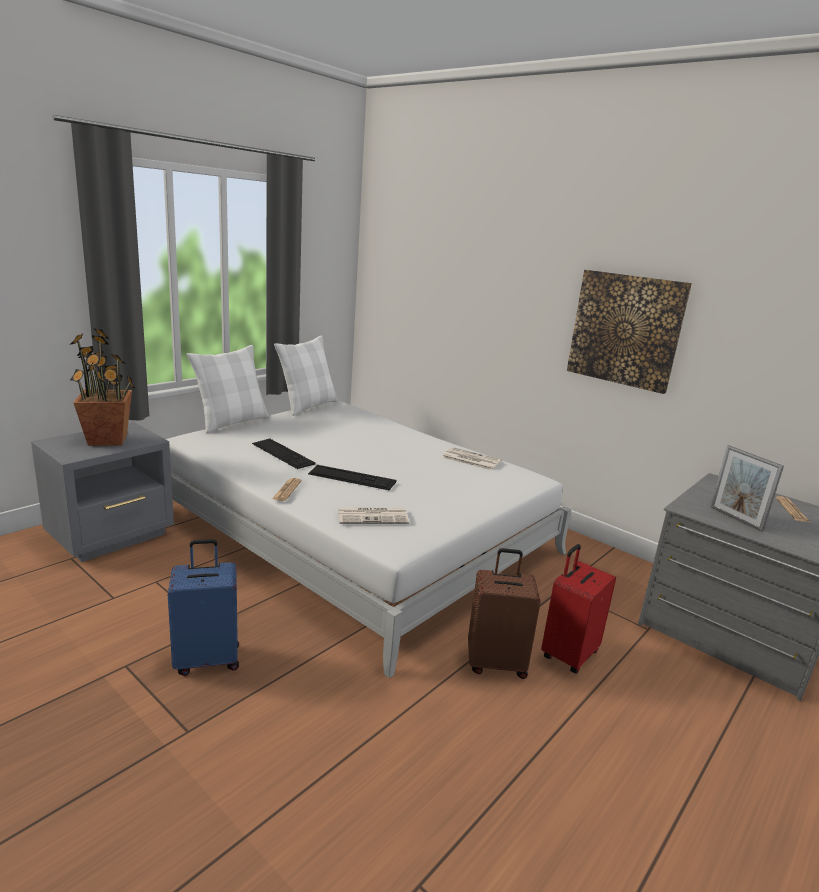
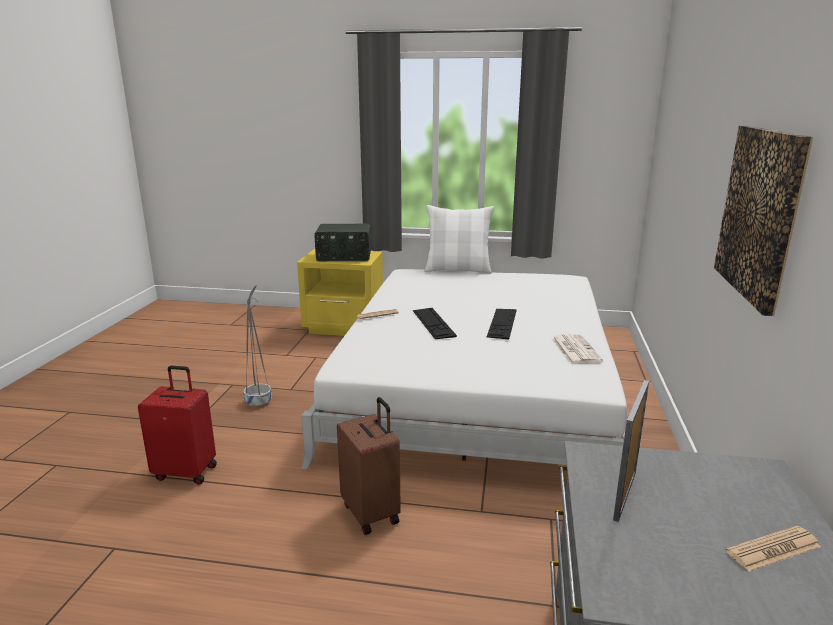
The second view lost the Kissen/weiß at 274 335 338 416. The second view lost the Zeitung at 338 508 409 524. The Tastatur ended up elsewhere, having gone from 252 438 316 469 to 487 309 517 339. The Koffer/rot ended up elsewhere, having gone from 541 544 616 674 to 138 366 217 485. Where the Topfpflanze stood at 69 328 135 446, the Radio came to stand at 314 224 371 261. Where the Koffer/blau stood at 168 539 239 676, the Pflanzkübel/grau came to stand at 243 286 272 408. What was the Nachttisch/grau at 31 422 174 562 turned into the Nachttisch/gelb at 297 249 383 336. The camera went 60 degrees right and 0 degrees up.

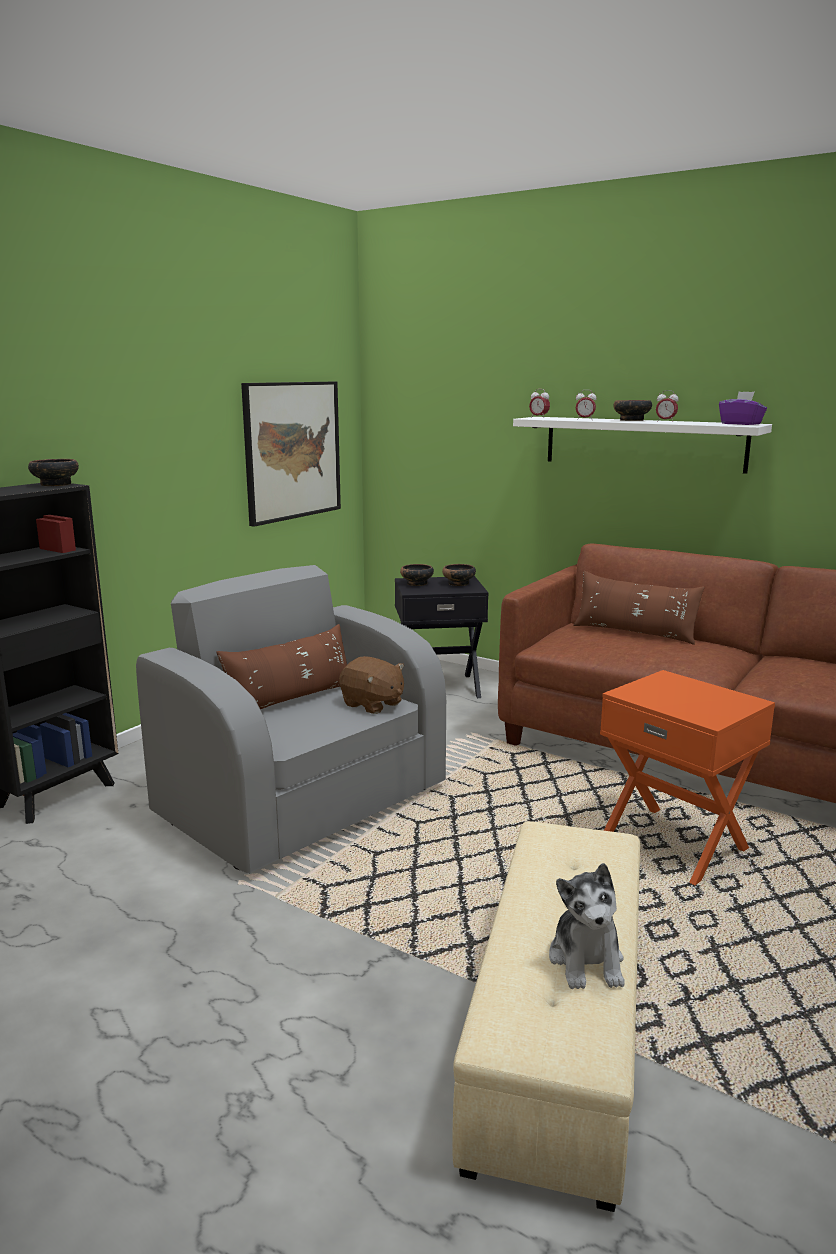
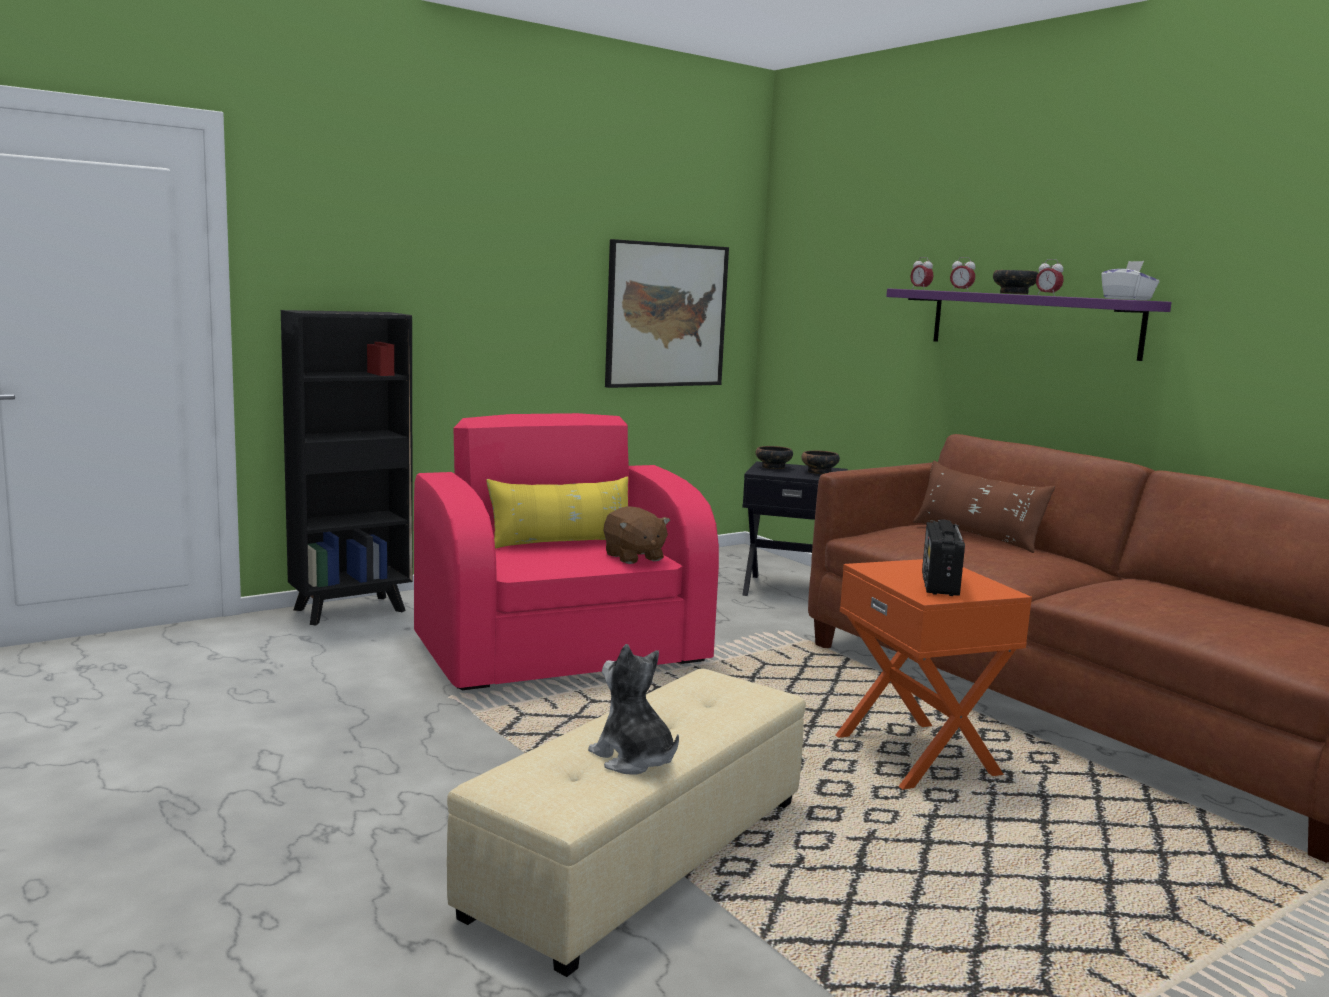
The second view lost the Schüssel at 28 459 79 486. The second view gained the Radio at 922 520 965 596. What was the Sessel/grau at 136 565 446 873 turned into the Sessel/rosa at 414 413 719 690. What was the Kissen/braun at 217 624 347 709 turned into the Kissen/gelb at 486 476 628 549. What was the Wandregal/weiß at 513 417 772 474 turned into the Wandregal/lila at 886 289 1172 361. What was the Taschentuchbox/lila at 719 392 767 425 turned into the Taschentuchbox/weiß at 1101 261 1159 300. The Plüschtier at 549 863 625 989 ended up facing another way, 120 degrees clockwise from before. The camera went 20 degrees right and 5 degrees down.

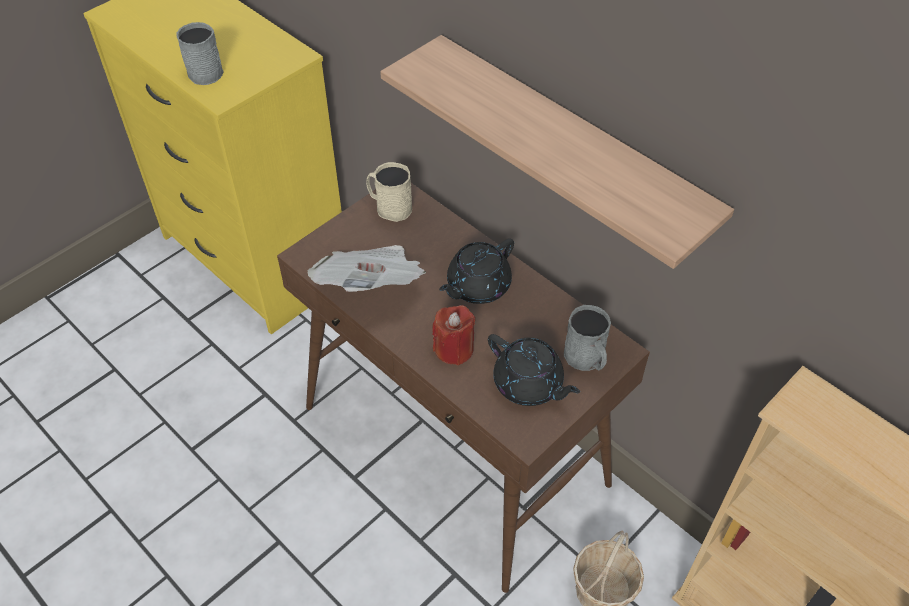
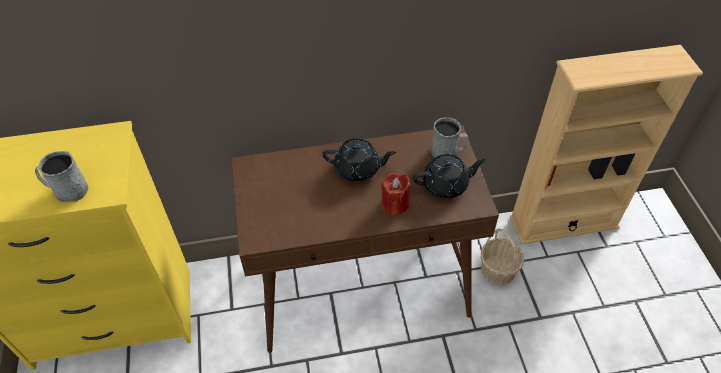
The second view lost the Zeitung at 307 245 426 292. The second view lost the Henkelbecher/beige at 366 162 412 222. The second view lost the Wandregal at 380 35 734 269. The Teekanne/schwarz at 439 238 514 304 ended up facing another way, 75 degrees counterclockwise from before. The camera went 55 degrees left and 0 degrees up.

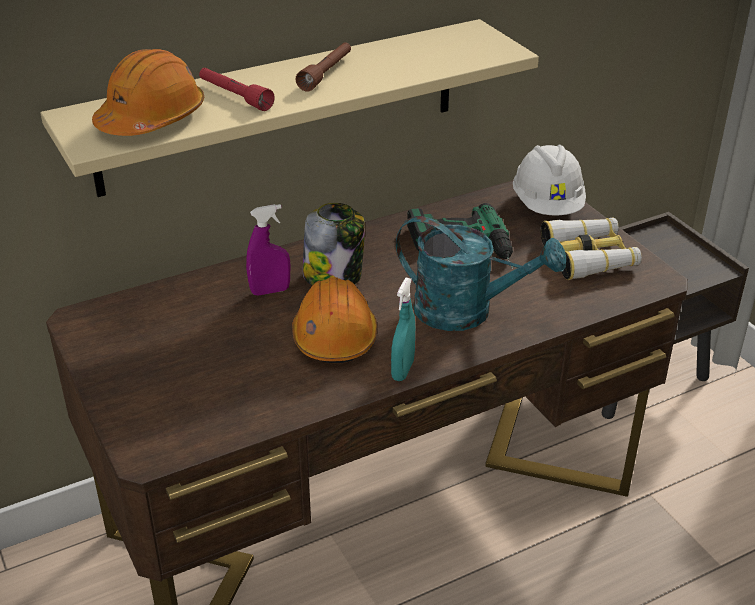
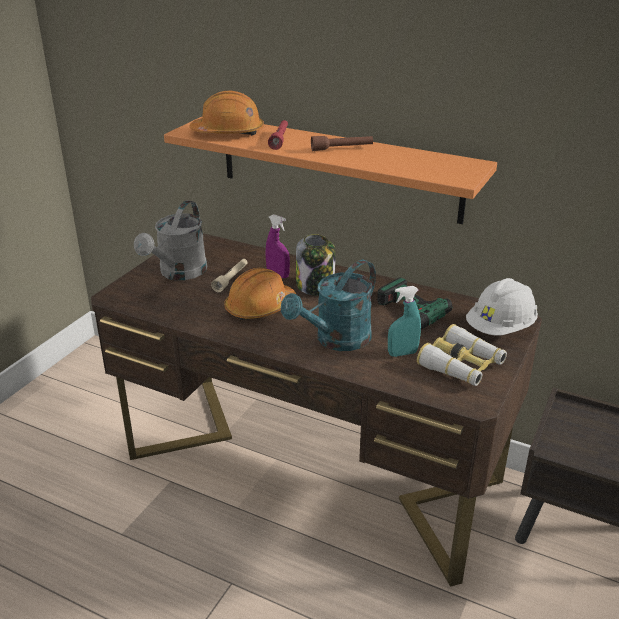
The second view gained the Gießkanne/grau at 134 200 207 280. The second view gained the Taschenlampe/beige at 211 259 248 292. The Sprühflasche/türkis ended up elsewhere, having gone from 391 278 415 381 to 388 286 421 357. What was the Wandregal/beige at 40 19 539 197 turned into the Wandregal/orange at 164 117 497 224. The Gießkanne/türkis at 396 216 566 331 ended up facing another way, 60 degrees clockwise from before. The camera went 55 degrees right and 5 degrees down.

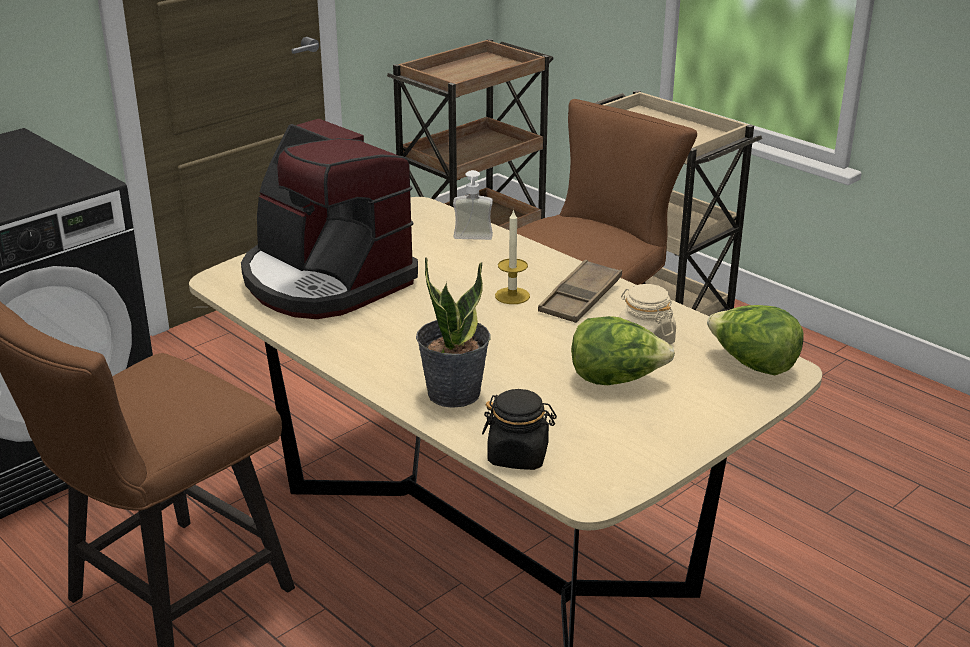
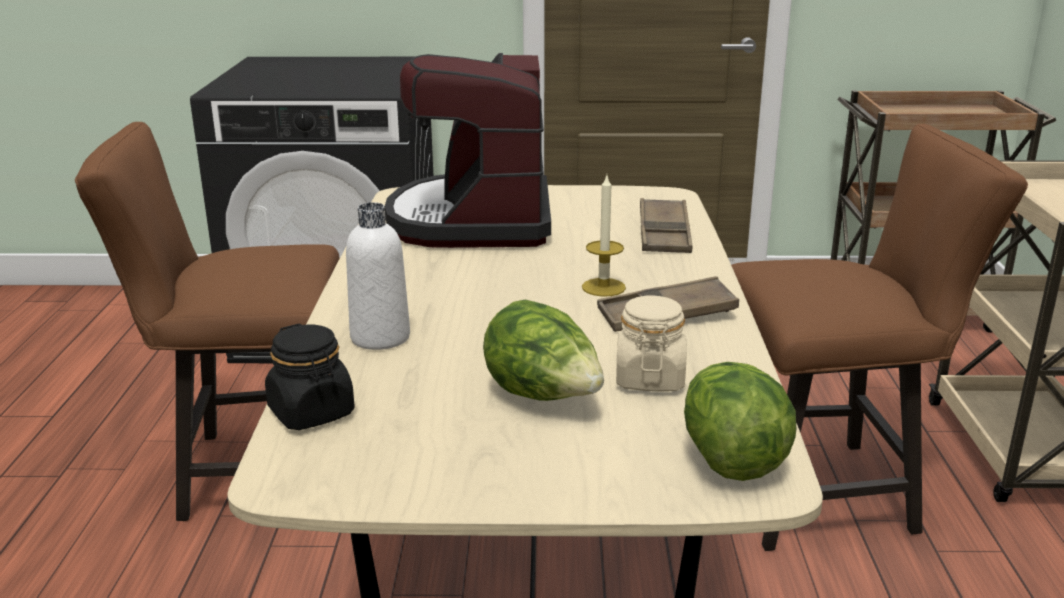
Where the Topfpflanze stood at 416 257 491 408, the Flasche/weiß came to stand at 346 202 410 350. Where the Seifenspender stood at 453 170 493 240, the Tablett/braun came to stand at 640 198 692 253. The camera went 45 degrees right and 5 degrees down.

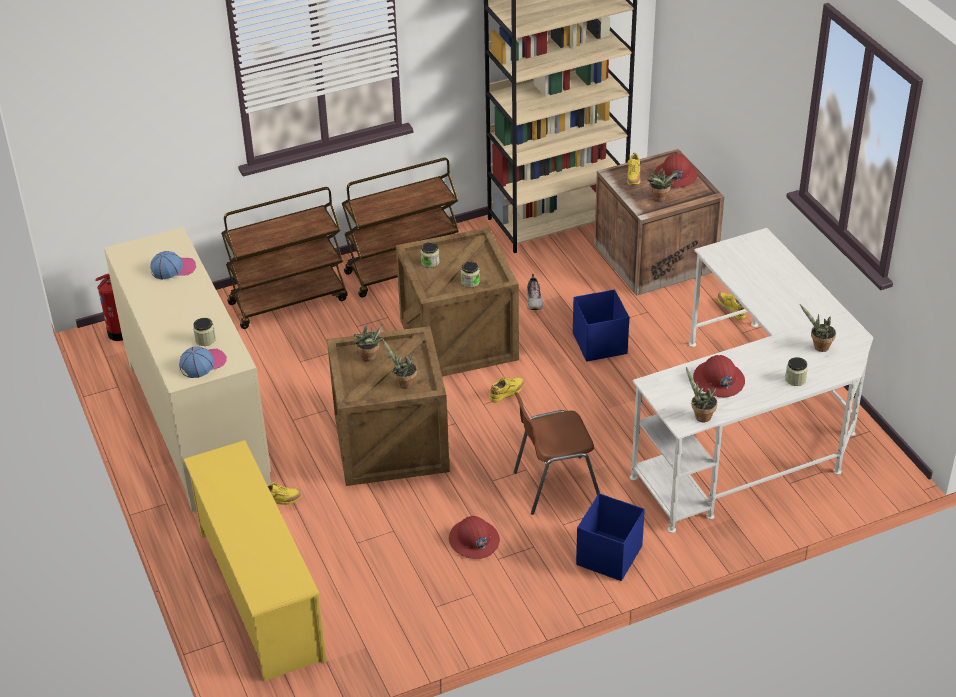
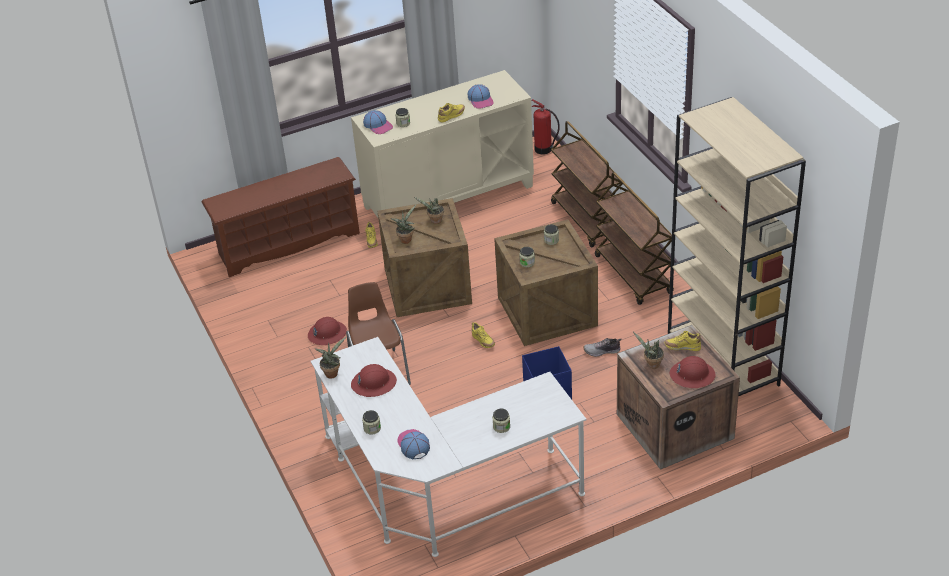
The second view lost the Aufbewahrungsbox/blau at 576 493 645 581. The second view gained the Vorratsglas at 492 409 510 433. The Schuh/gelb ended up elsewhere, having gone from 717 292 746 320 to 438 103 465 123. Where the Topfpflanze stood at 800 304 836 352, the Kappe came to stand at 397 429 430 459. What was the Schuhregal/gelb at 183 440 327 681 turned into the Schuhregal/braun at 201 157 360 277. The camera went 90 degrees right and 0 degrees up.

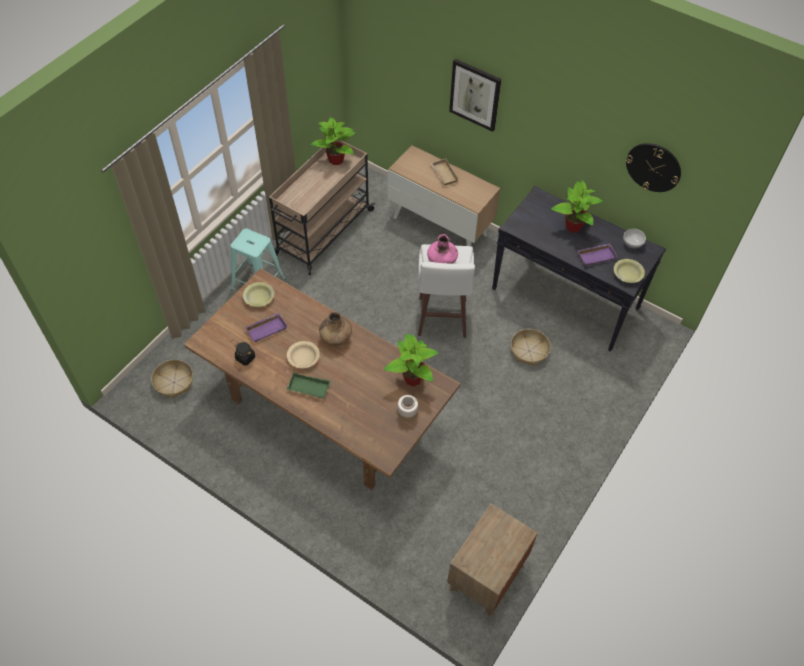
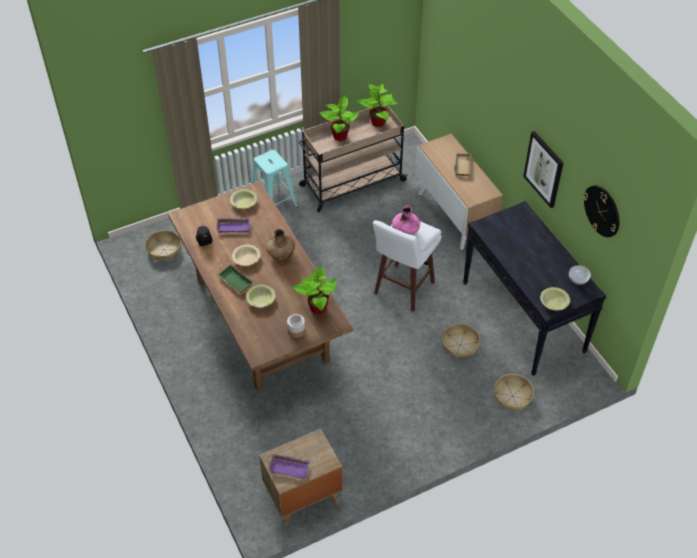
The second view gained the Schüssel/gelb at 246 285 275 307. The second view gained the Korb at 494 374 534 411. The Bild ended up elsewhere, having gone from 449 59 501 132 to 523 131 563 208. The Topfpflanze ended up elsewhere, having gone from 551 180 603 233 to 320 95 360 141. The Tablett/lila ended up elsewhere, having gone from 578 243 618 266 to 268 454 310 479. The camera went 30 degrees right and 5 degrees down.

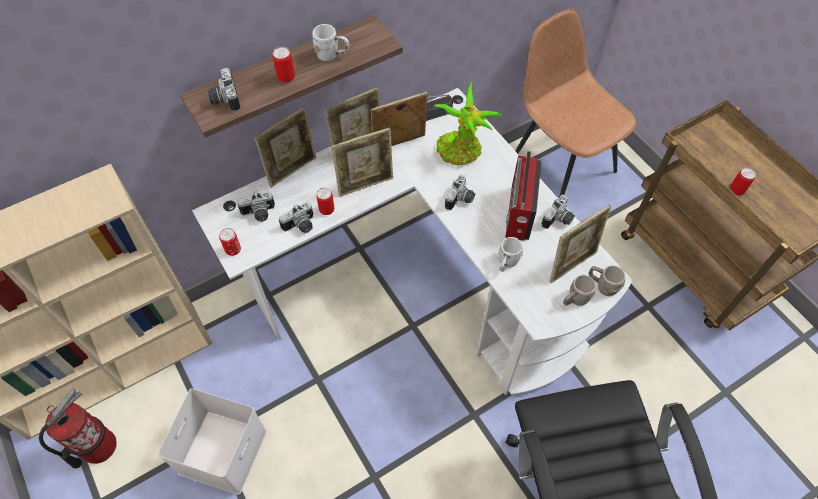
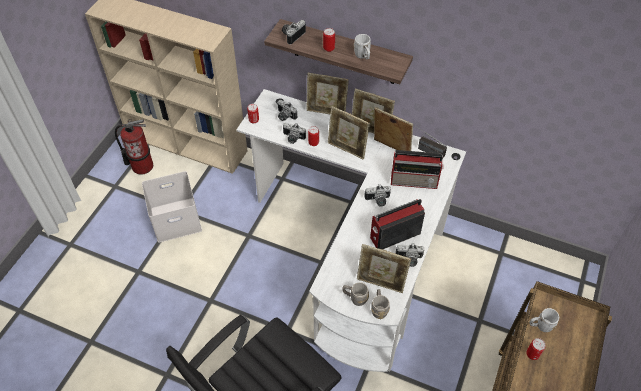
The second view lost the Stuhl/braun at 515 9 636 197. The Henkelbecher/weiß ended up elsewhere, having gone from 499 237 523 272 to 530 308 559 332. Where the Topfpflanze stood at 434 83 503 165, the Radio came to stand at 391 150 443 189. The camera went 55 degrees right and 5 degrees down.

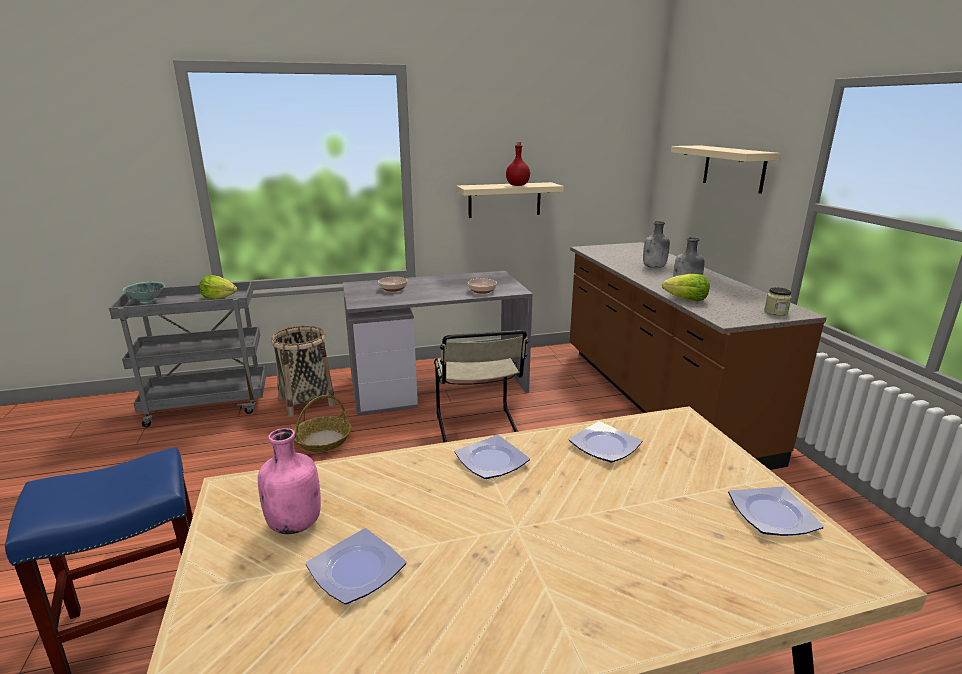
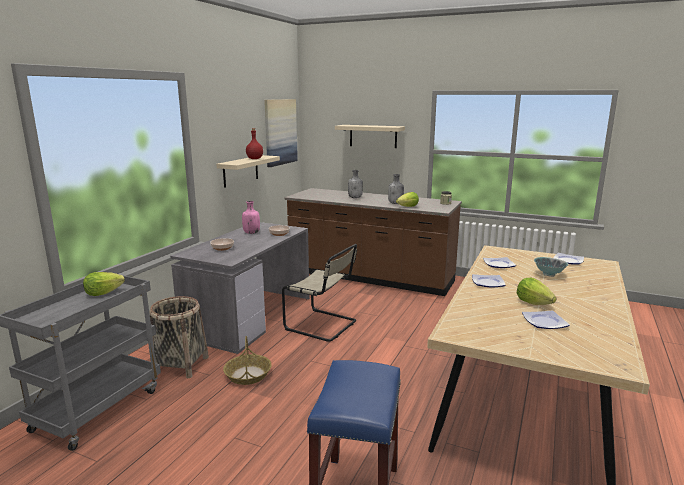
The second view gained the Bild at 264 99 298 167. The second view gained the Salatkopf at 517 278 557 305. The Schüssel ended up elsewhere, having gone from 123 282 165 304 to 534 257 569 277. The Flasche/rosa ended up elsewhere, having gone from 258 428 321 534 to 242 201 260 234. The camera went 50 degrees left and 5 degrees down.

